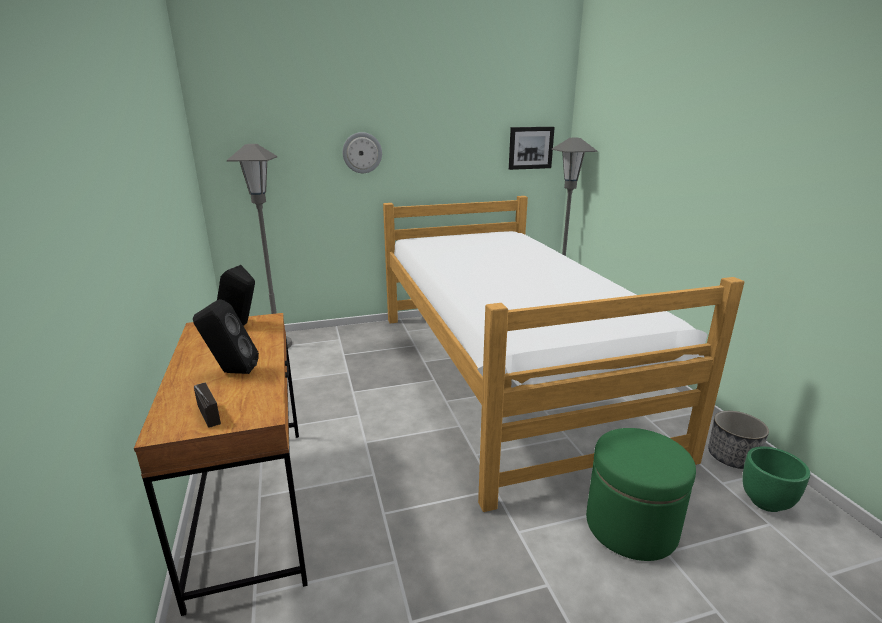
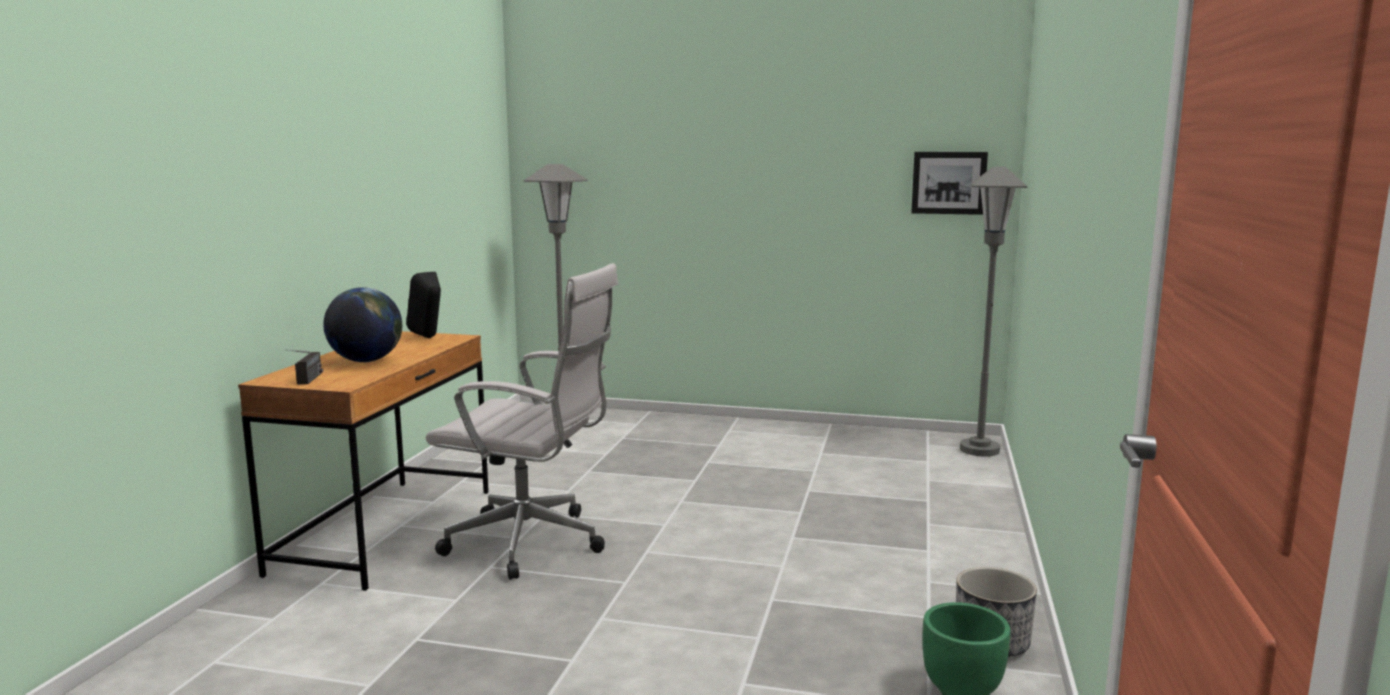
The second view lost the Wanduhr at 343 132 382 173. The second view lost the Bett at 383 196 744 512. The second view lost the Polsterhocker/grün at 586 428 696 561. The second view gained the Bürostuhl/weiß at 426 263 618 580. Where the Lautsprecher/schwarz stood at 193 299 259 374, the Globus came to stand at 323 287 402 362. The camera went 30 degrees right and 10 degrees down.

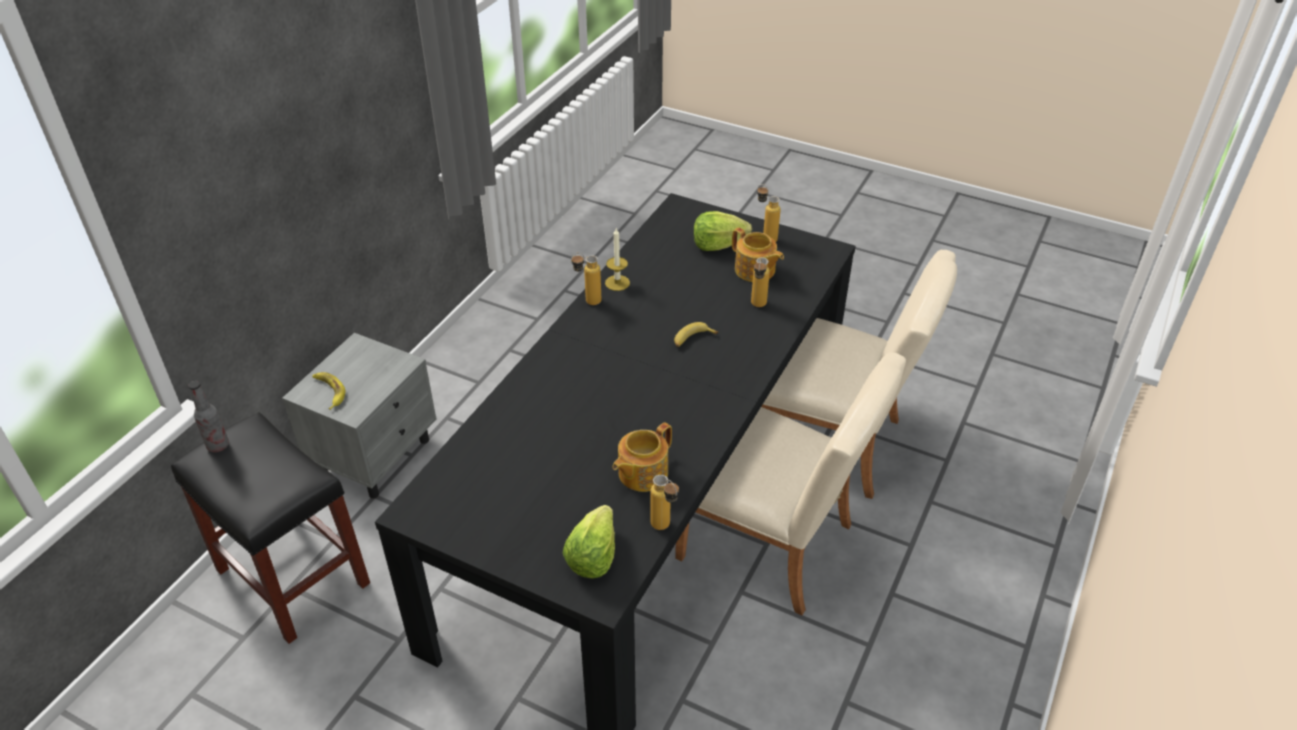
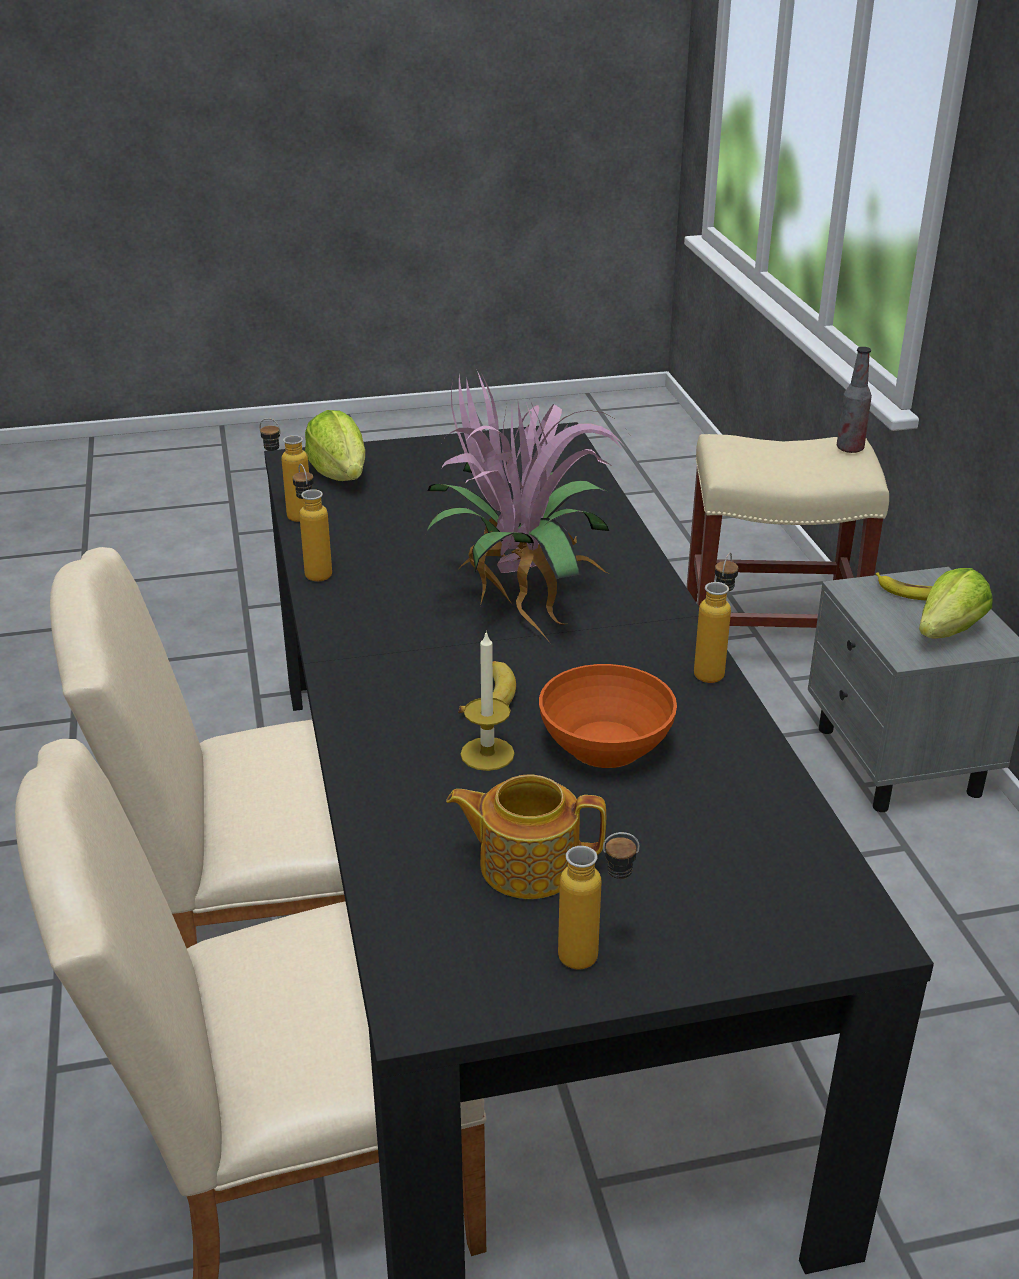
The second view lost the Teekanne at 612 422 672 492. The second view gained the Topfpflanze at 427 371 628 644. The second view gained the Schüssel/orange at 539 664 677 768. The Kerze ended up elsewhere, having gone from 605 228 630 291 to 460 630 515 771. The Salatkopf ended up elsewhere, having gone from 694 211 752 251 to 919 568 992 638. The Flasche ended up elsewhere, having gone from 751 257 770 307 to 293 464 332 581. What was the Hocker/schwarz at 171 412 370 644 turned into the Hocker/beige at 686 434 889 628. The camera went 140 degrees right and 10 degrees down.

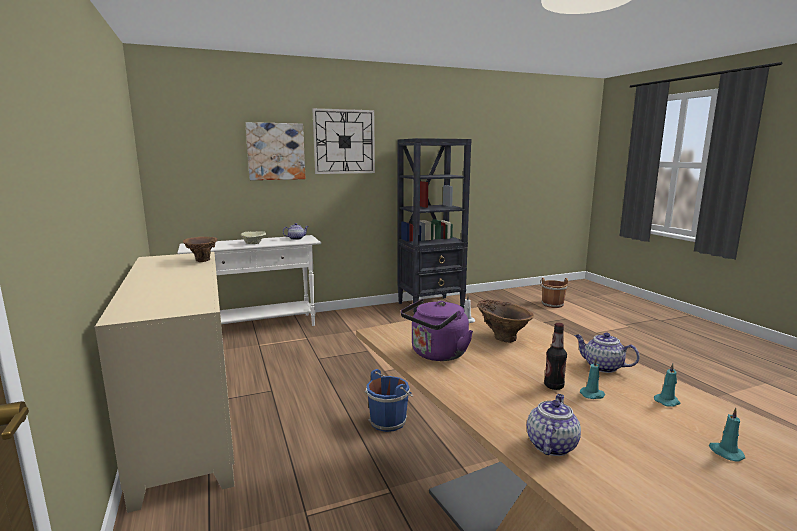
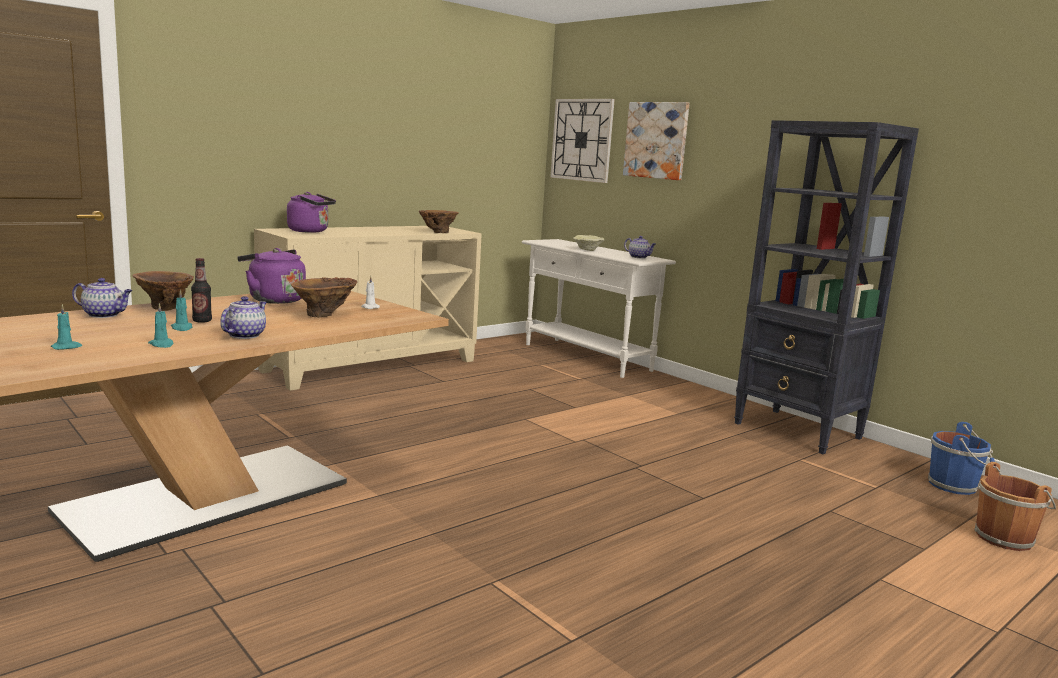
The second view gained the Vase/braun at 132 271 194 311. The second view gained the Wasserkessel/lila at 287 192 336 233. The Wanduhr ended up elsewhere, having gone from 312 108 375 174 to 550 99 615 183. The Eimer/blau ended up elsewhere, having gone from 365 369 413 432 to 928 422 995 495. The camera went 70 degrees right and 0 degrees up.

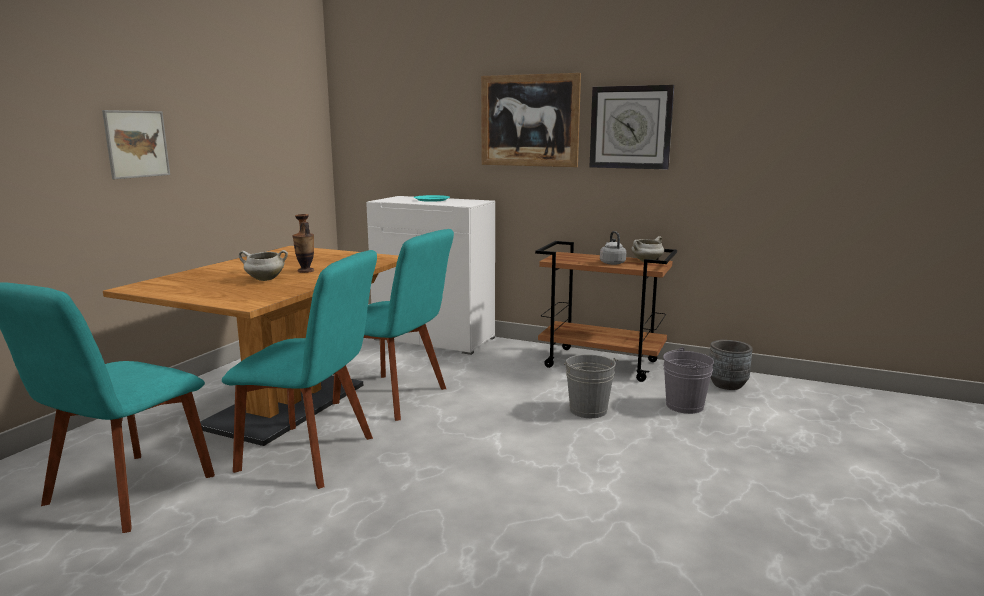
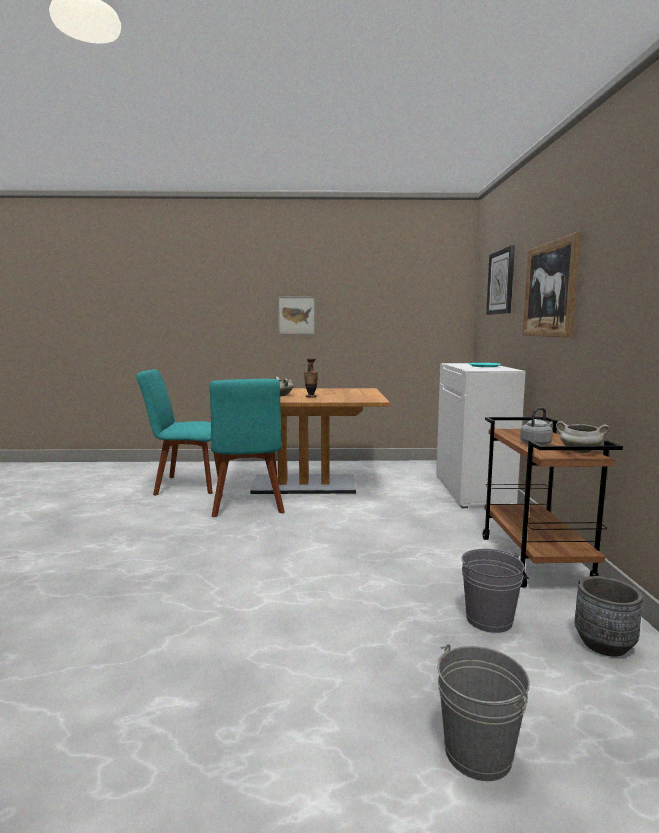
The second view lost the Stuhl/türkis at 333 229 454 421. The Eimer/grau ended up elsewhere, having gone from 564 354 618 418 to 437 644 530 781. The Wanduhr ended up elsewhere, having gone from 590 85 674 169 to 486 246 515 315. The camera went 65 degrees right and 5 degrees down.

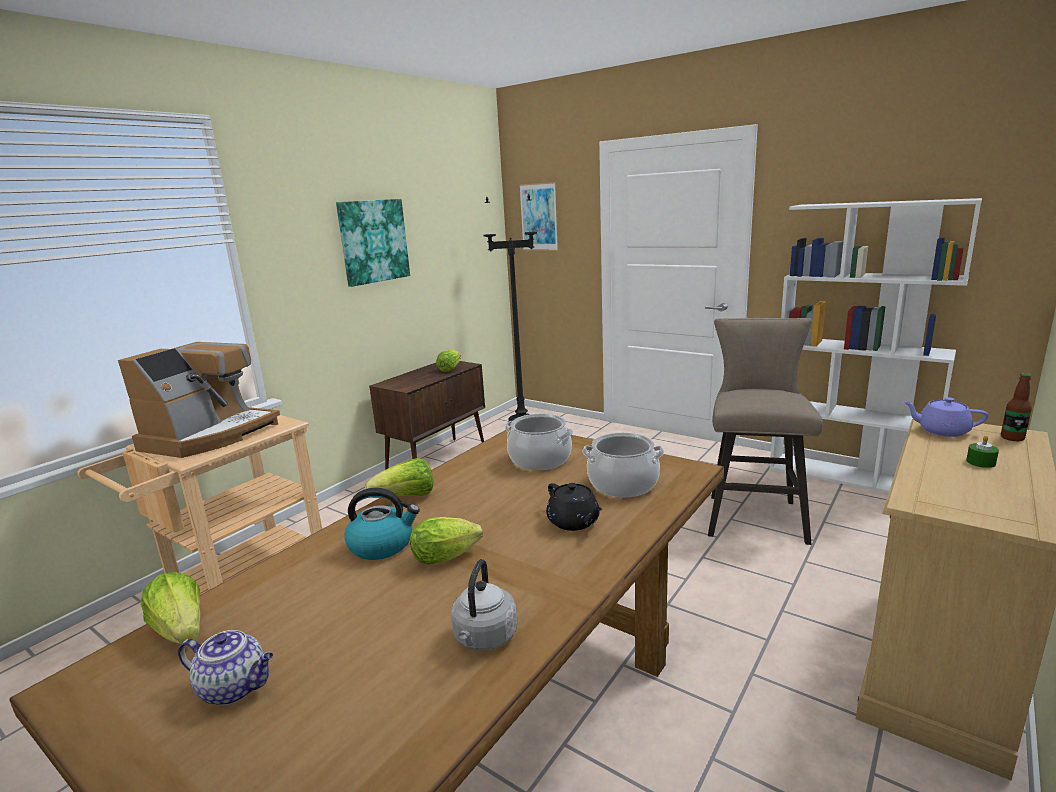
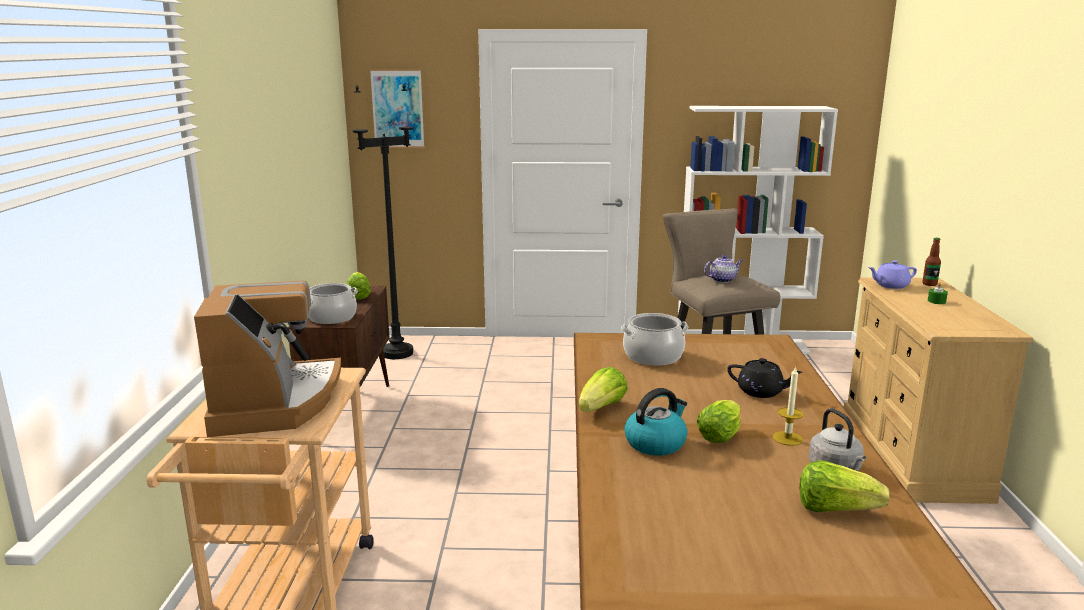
The second view lost the Bild at 336 199 410 287. The second view gained the Kerze at 773 366 804 446. The Salatkopf ended up elsewhere, having gone from 141 572 201 645 to 800 460 890 512. The Teekanne ended up elsewhere, having gone from 178 630 274 705 to 704 255 743 283. The Kochtopf ended up elsewhere, having gone from 582 432 664 497 to 309 283 358 324. The camera went 35 degrees left and 0 degrees up.

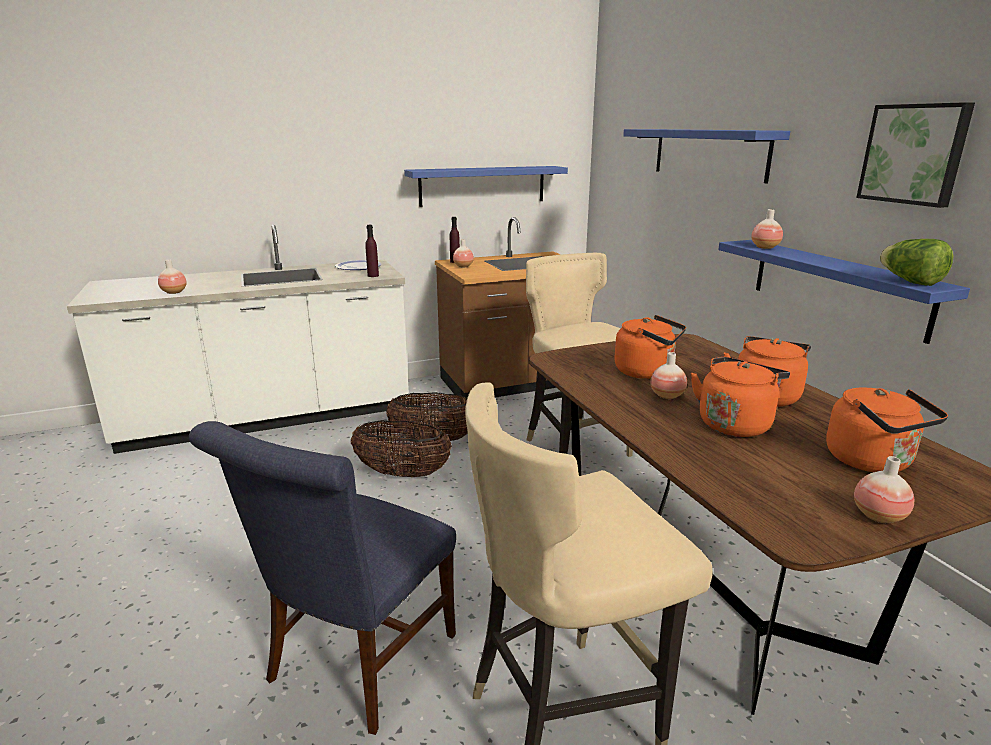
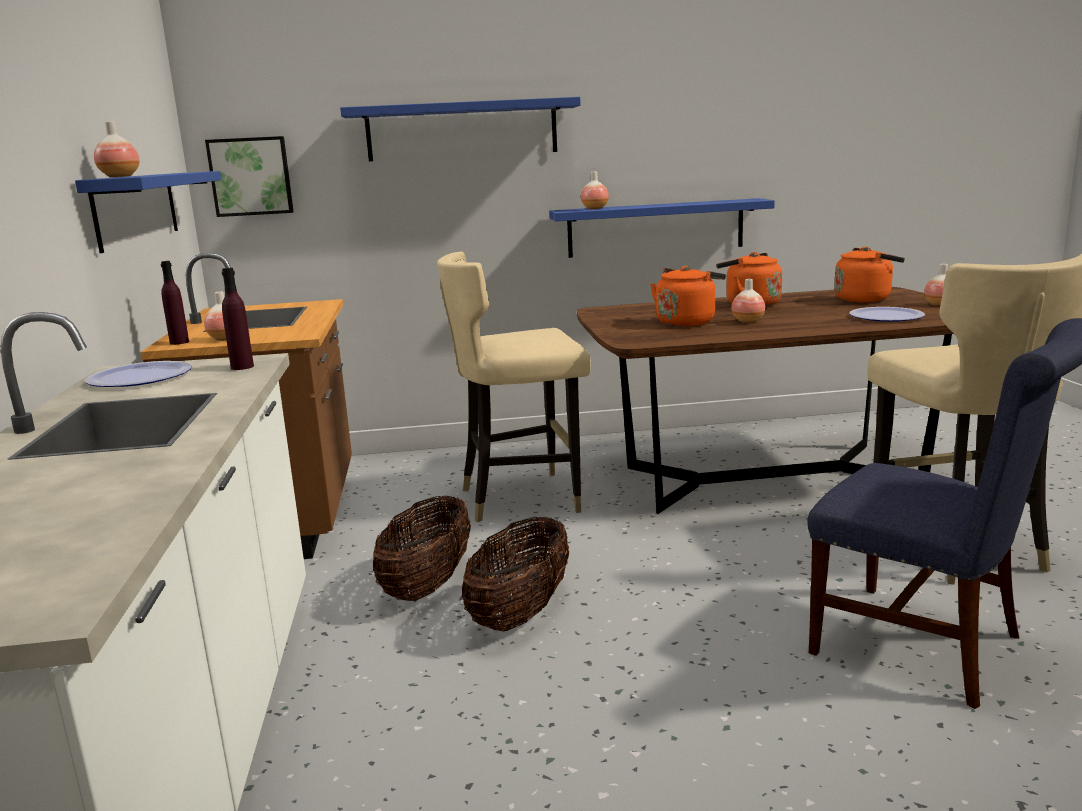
The second view lost the Wasserkessel/orange at 691 357 790 437. The second view lost the Salatkopf at 880 239 954 286. The second view gained the Teller at 849 307 925 322. The Vase ended up elsewhere, having gone from 158 259 187 294 to 94 121 140 177. The Bild ended up elsewhere, having gone from 856 102 975 208 to 205 136 294 217. The camera went 75 degrees left and 5 degrees down.

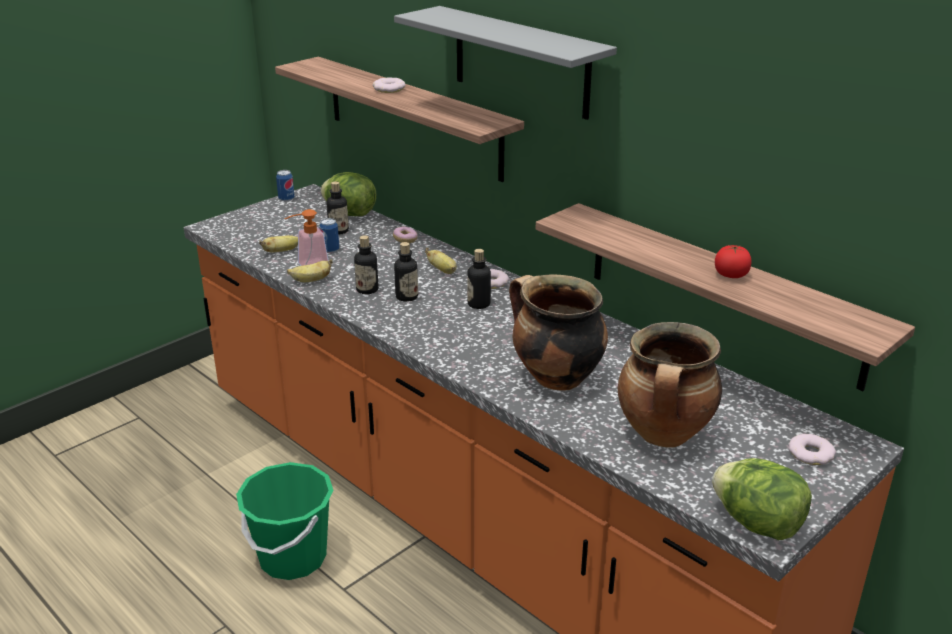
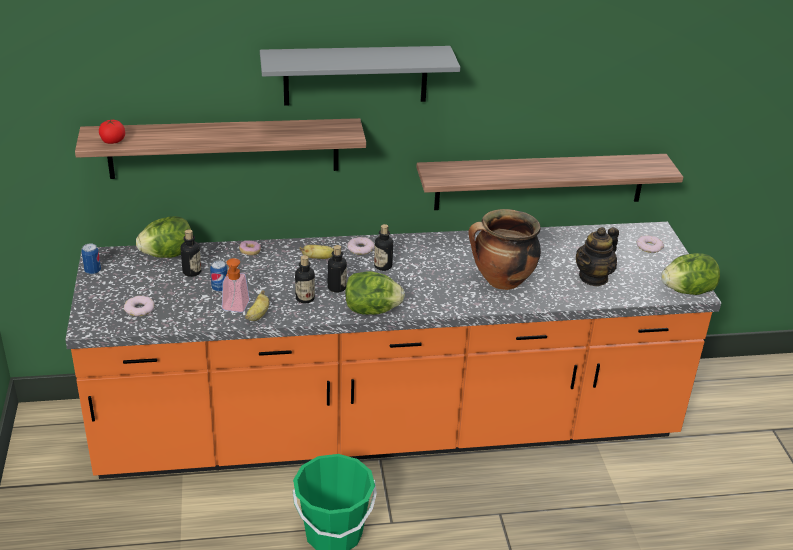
The second view lost the Banane at 259 235 298 252. The second view gained the Salatkopf at 345 271 405 315. The Donut ended up elsewhere, having gone from 373 77 406 93 to 124 296 155 316. The Tomate ended up elsewhere, having gone from 715 245 751 278 to 99 119 125 144. Where the Kochtopf stood at 618 322 722 448, the Teekanne came to stand at 576 227 619 287. The camera went 55 degrees left and 5 degrees up.

